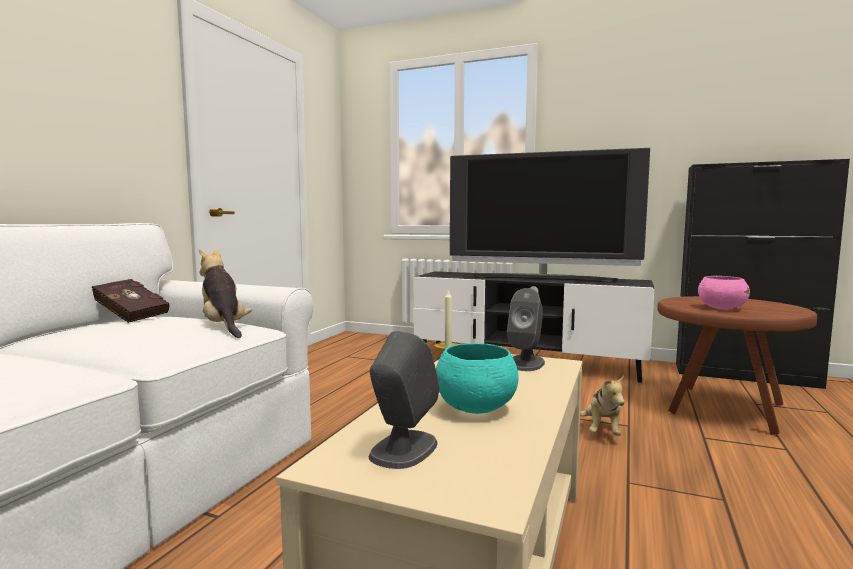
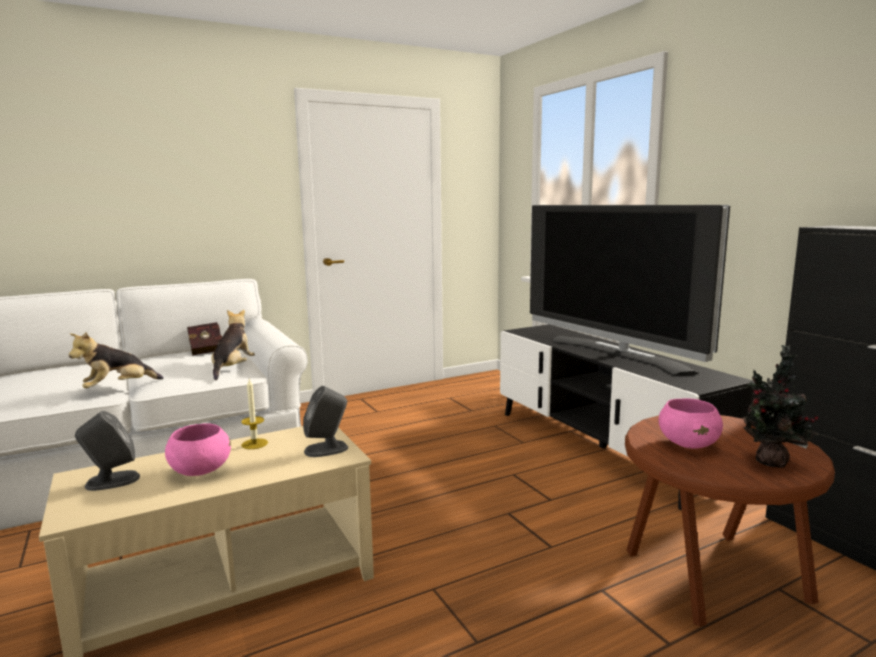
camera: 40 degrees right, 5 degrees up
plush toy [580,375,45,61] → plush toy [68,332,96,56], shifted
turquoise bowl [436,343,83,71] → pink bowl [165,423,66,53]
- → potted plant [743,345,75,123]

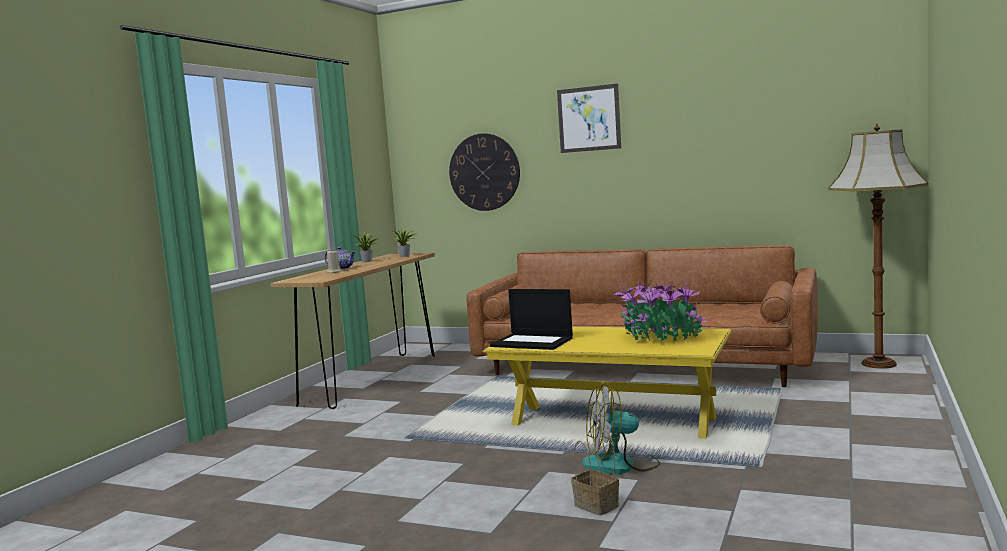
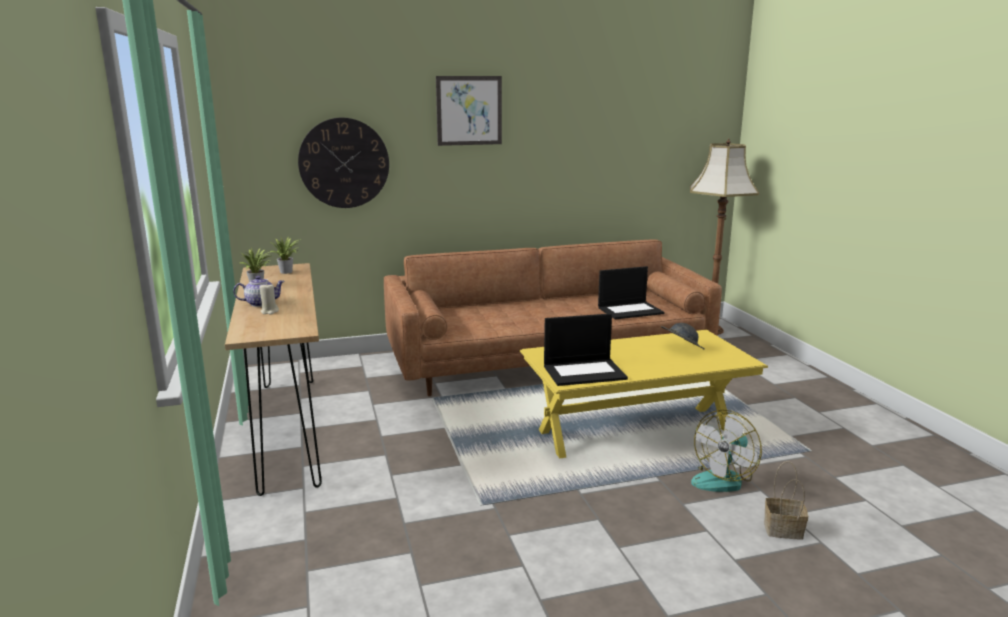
camera: 40 degrees left, 10 degrees up
- → laptop [598,266,67,53]
potted plant [614,279,92,62] → grey hat [661,323,43,26]

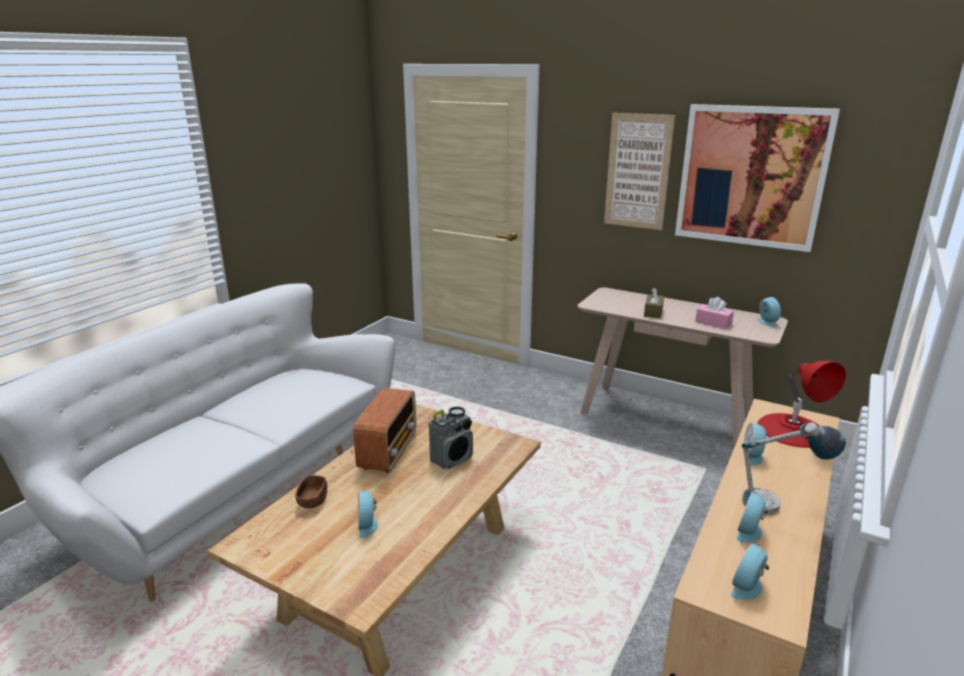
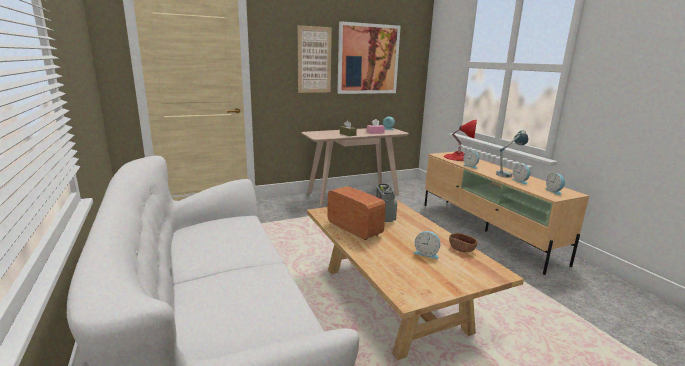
camera: 55 degrees left, 5 degrees down
brown bowl [295,475,32,33] → brown bowl [449,233,28,19], shifted

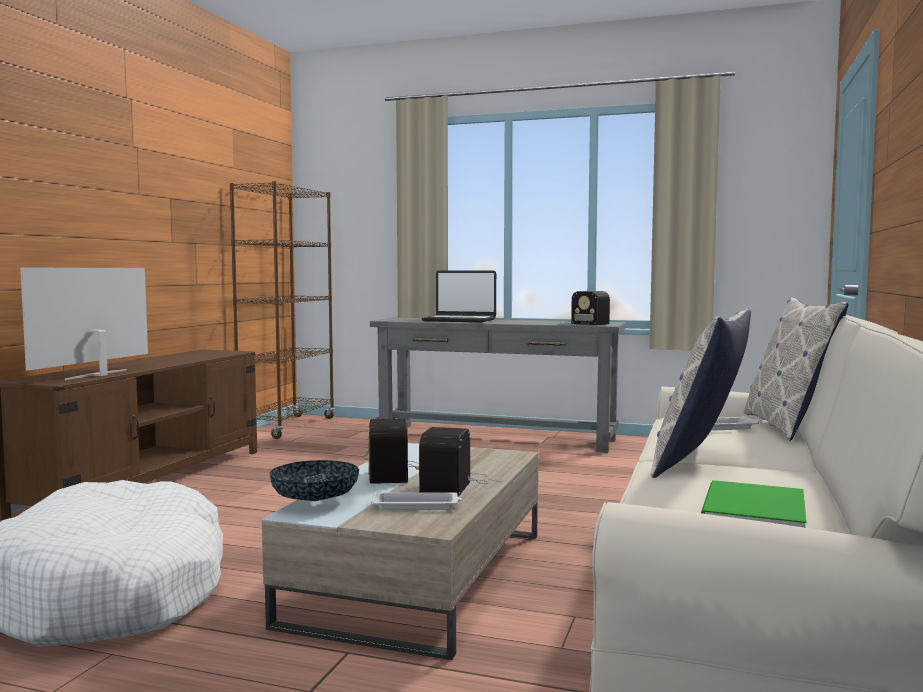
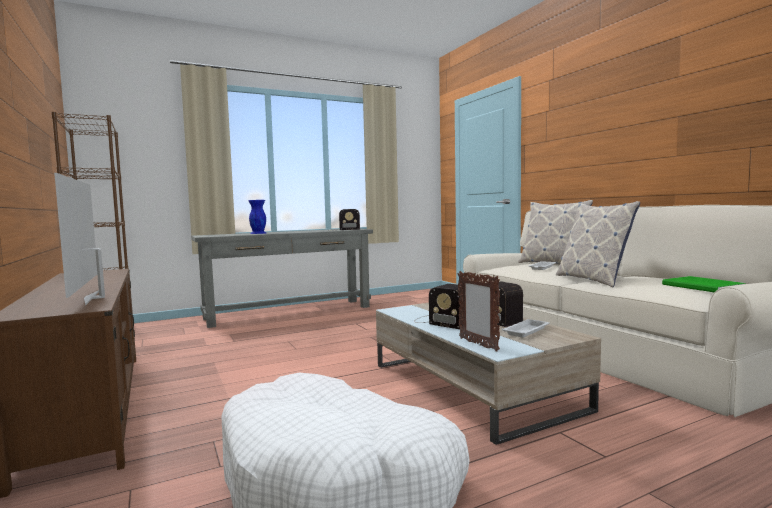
camera: 45 degrees left, 0 degrees up
laptop [422,270,74,53] → blue vase [248,200,18,34]
bowl [270,460,89,41] → picture frame [458,271,42,81]

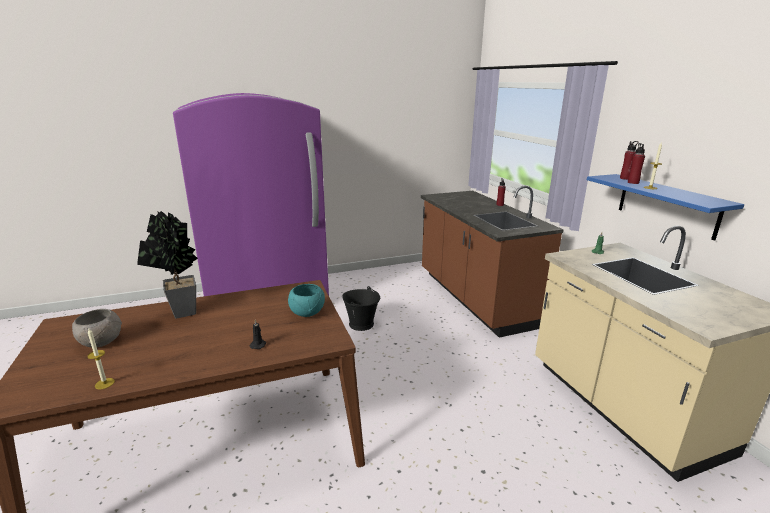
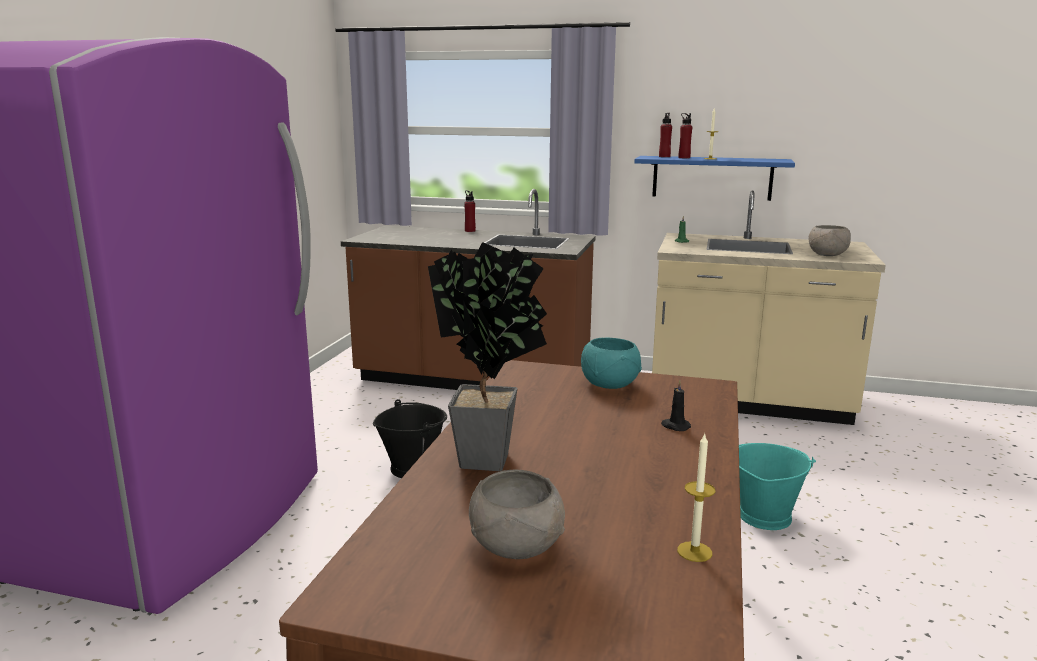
camera: 55 degrees left, 5 degrees down
- → turquoise bucket [739,443,77,87]
- → grey bowl [808,225,43,31]

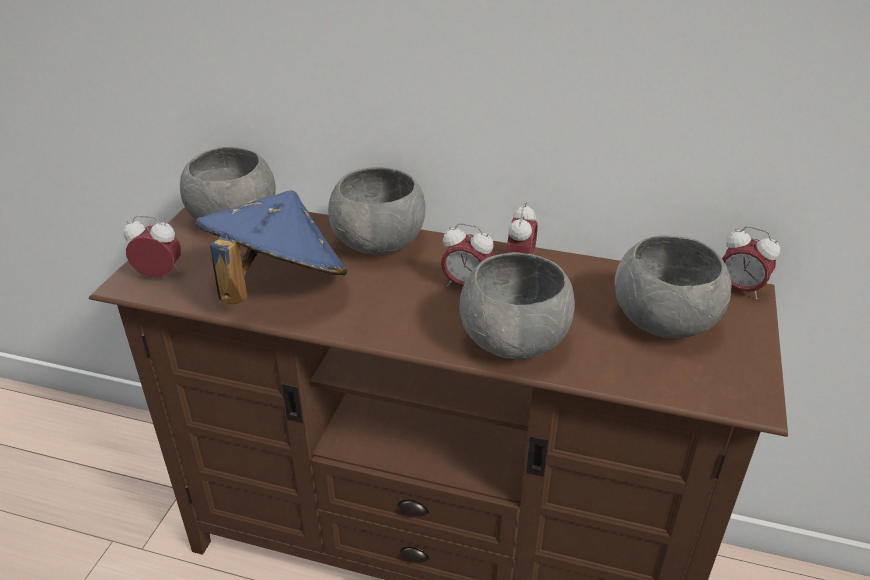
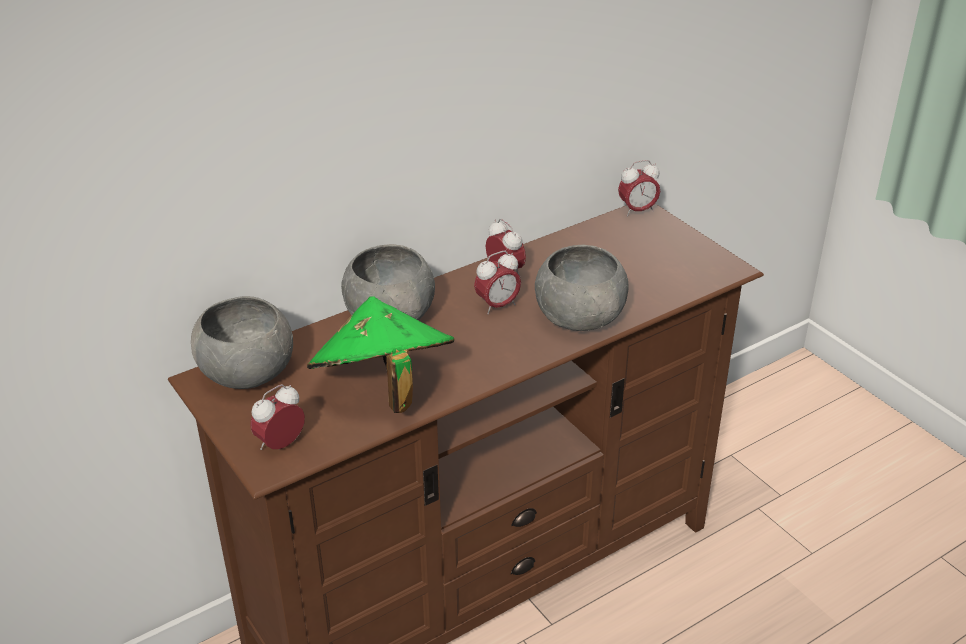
camera: 50 degrees left, 0 degrees up
blue hat [196,190,151,114] → green hat [307,297,147,116]
grey bowl [614,235,118,103] → -

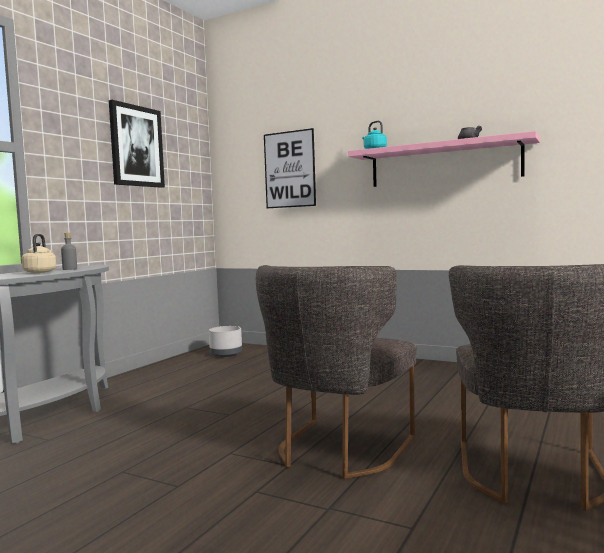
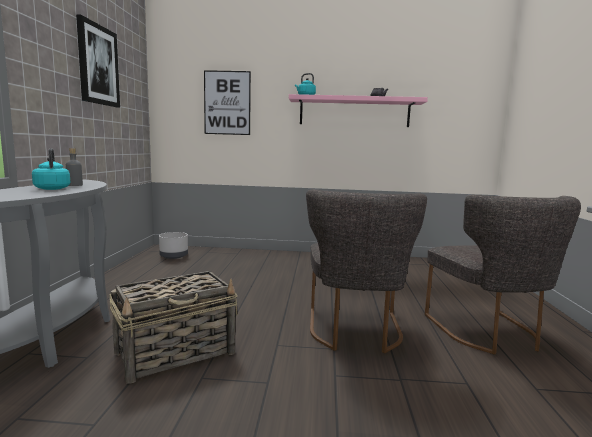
camera: 25 degrees left, 5 degrees up
beige kettle [21,234,35,39] → turquoise kettle [32,148,38,42]
- → basket [109,271,129,113]

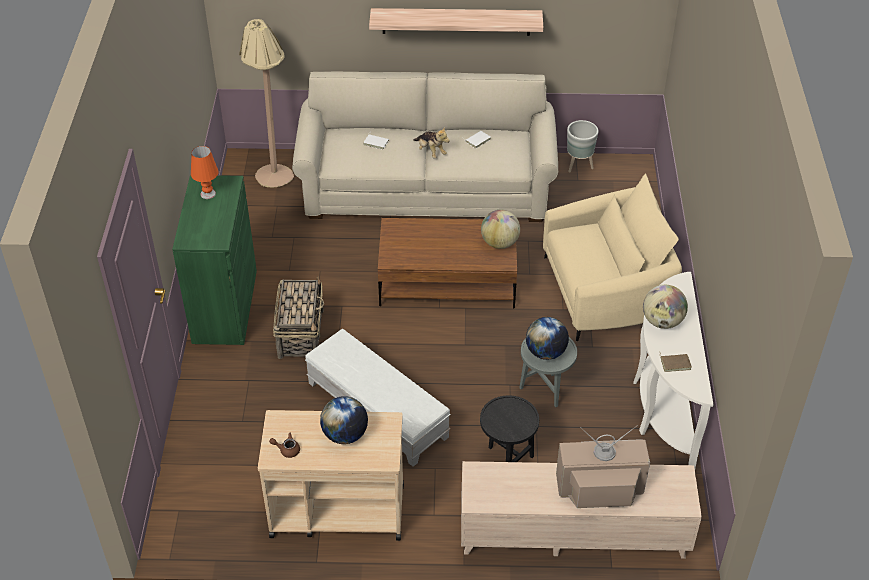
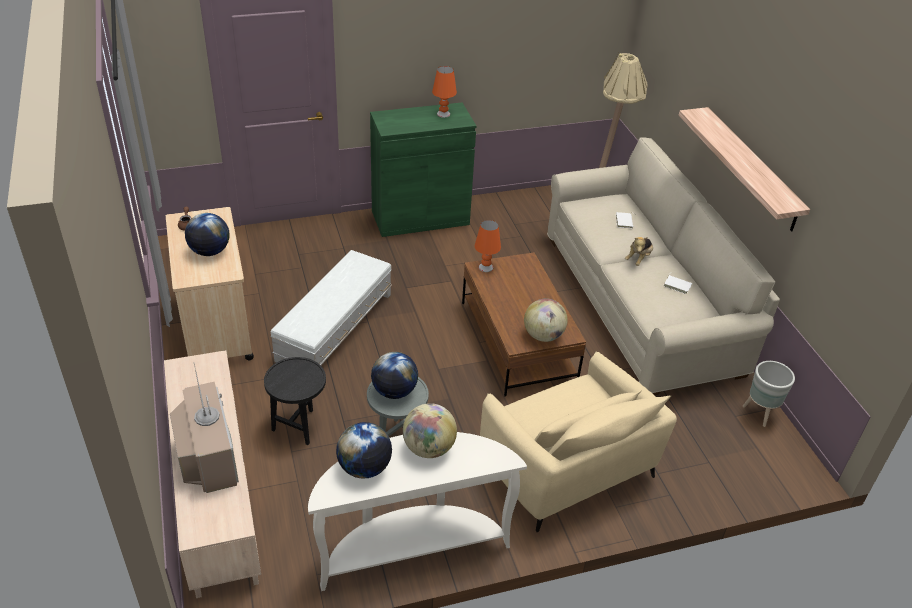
camera: 70 degrees right, 5 degrees down
brown book [660,354,32,18] → globe [336,422,56,57]
- → orange table lamp [475,220,26,52]
basket [273,276,51,83] → -

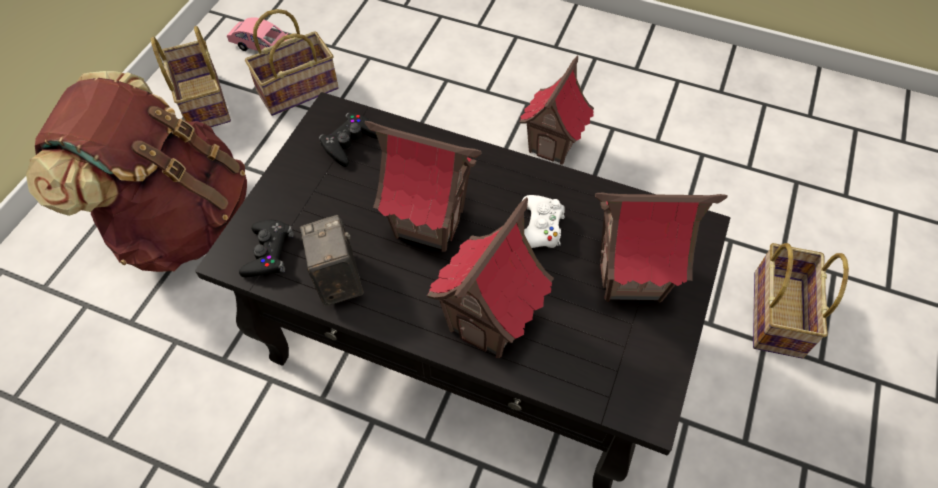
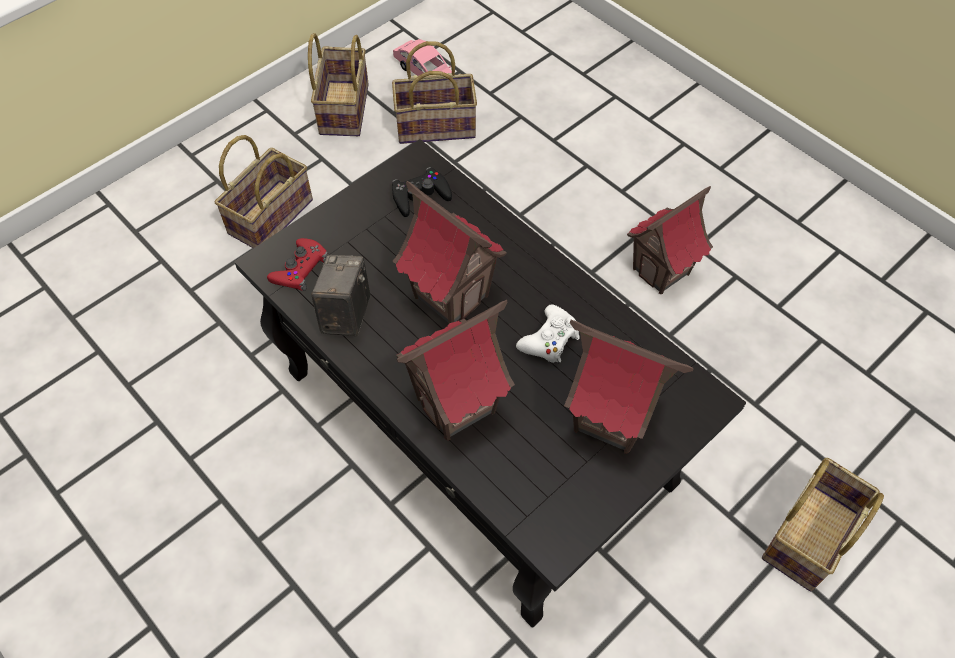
camera: 25 degrees right, 0 degrees up
brown backpack [26,71,221,201] → basket [215,135,98,113]
black game controller [239,220,55,57] → red game controller [267,238,61,53]

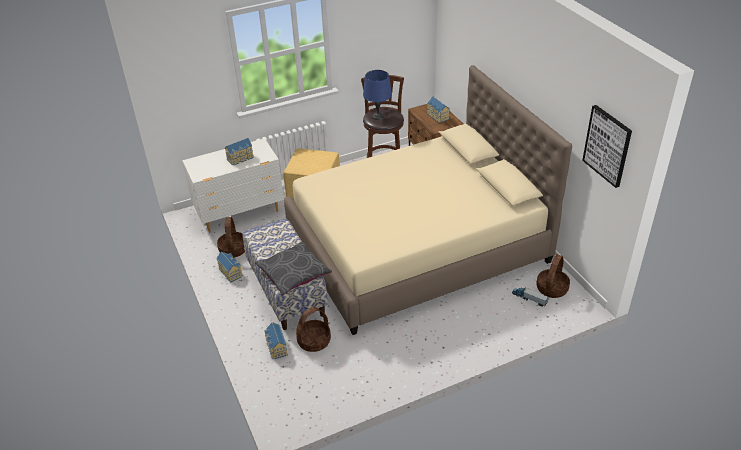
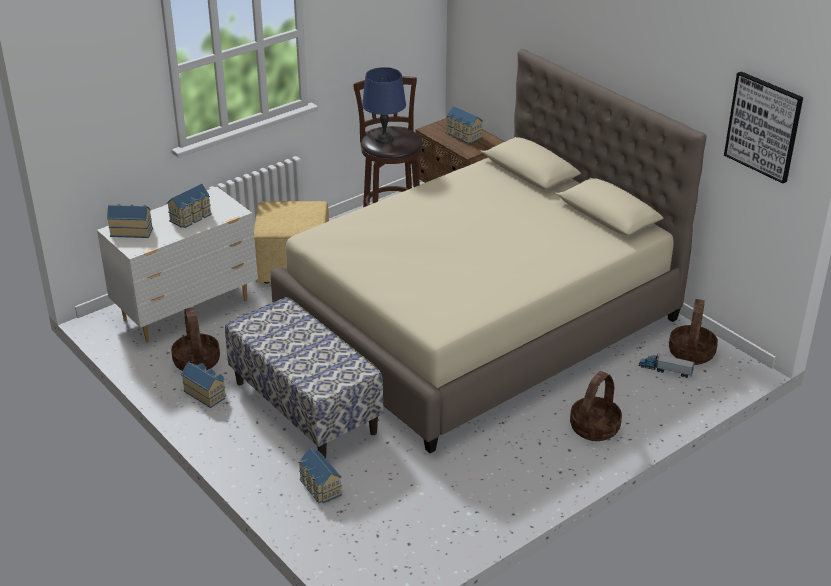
camera: 15 degrees left, 5 degrees down
- → toy house [107,204,46,34]
basket [296,306,35,46] → basket [570,371,52,70], shifted
grey pillow [255,241,77,54] → -

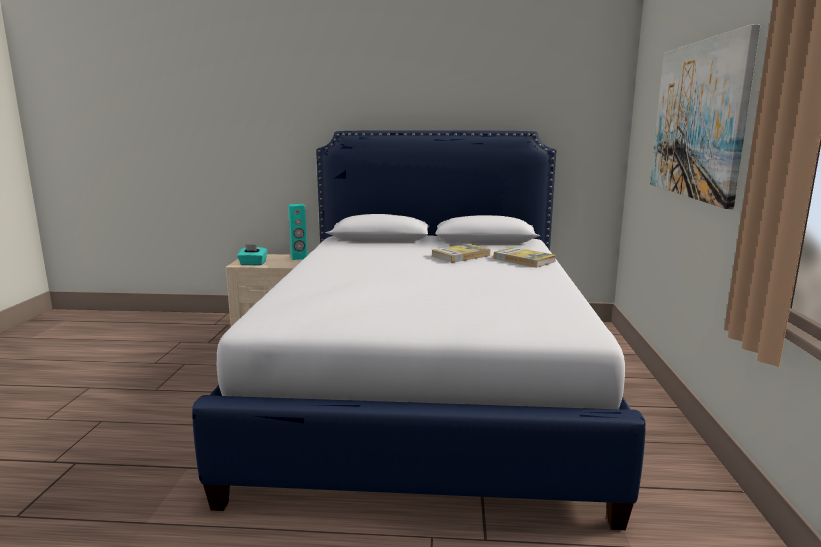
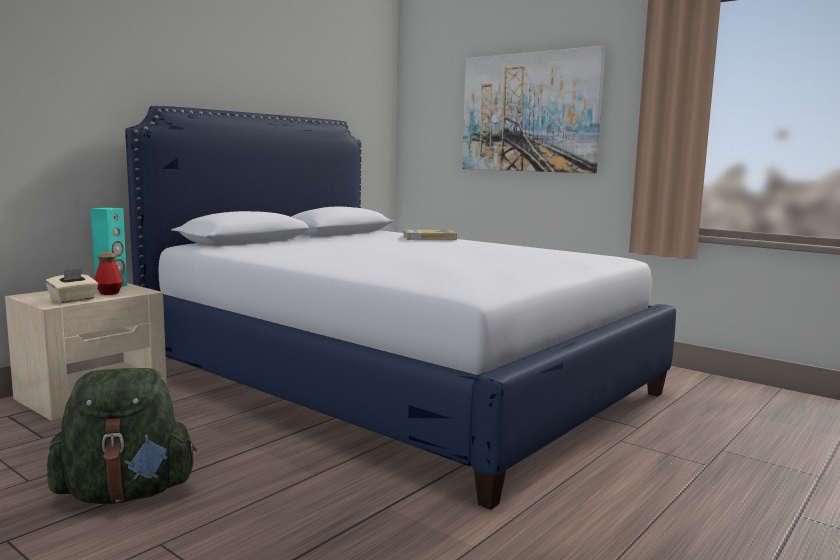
camera: 55 degrees left, 5 degrees down
turquoise tissue box [237,244,31,22] → beige tissue box [45,268,53,36]
- → green backpack [47,368,150,136]
- → bottle [94,252,30,43]
book [432,244,58,19] → -

